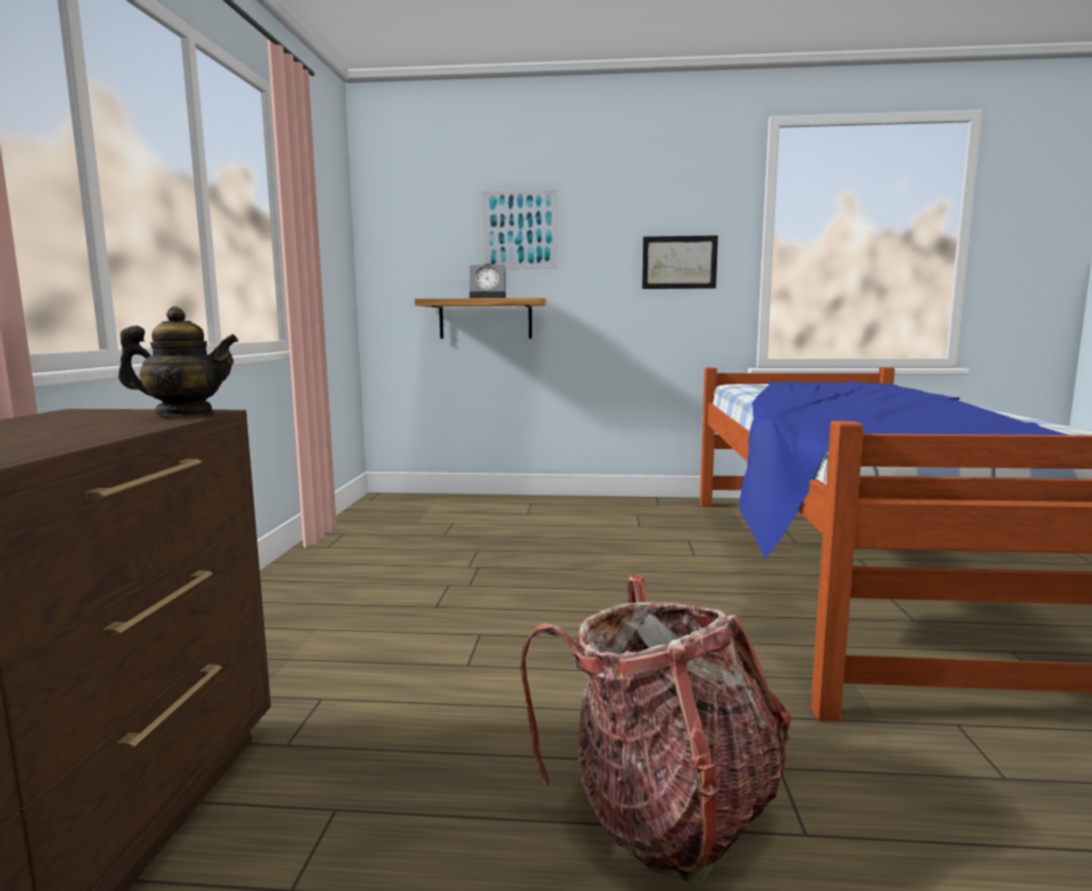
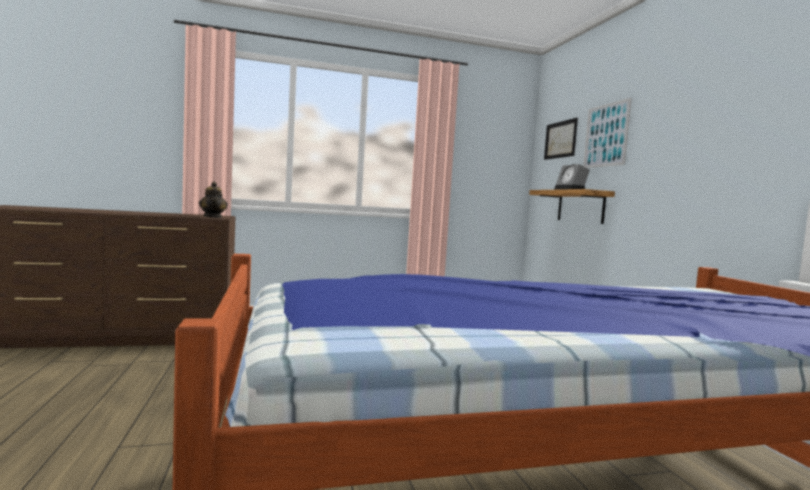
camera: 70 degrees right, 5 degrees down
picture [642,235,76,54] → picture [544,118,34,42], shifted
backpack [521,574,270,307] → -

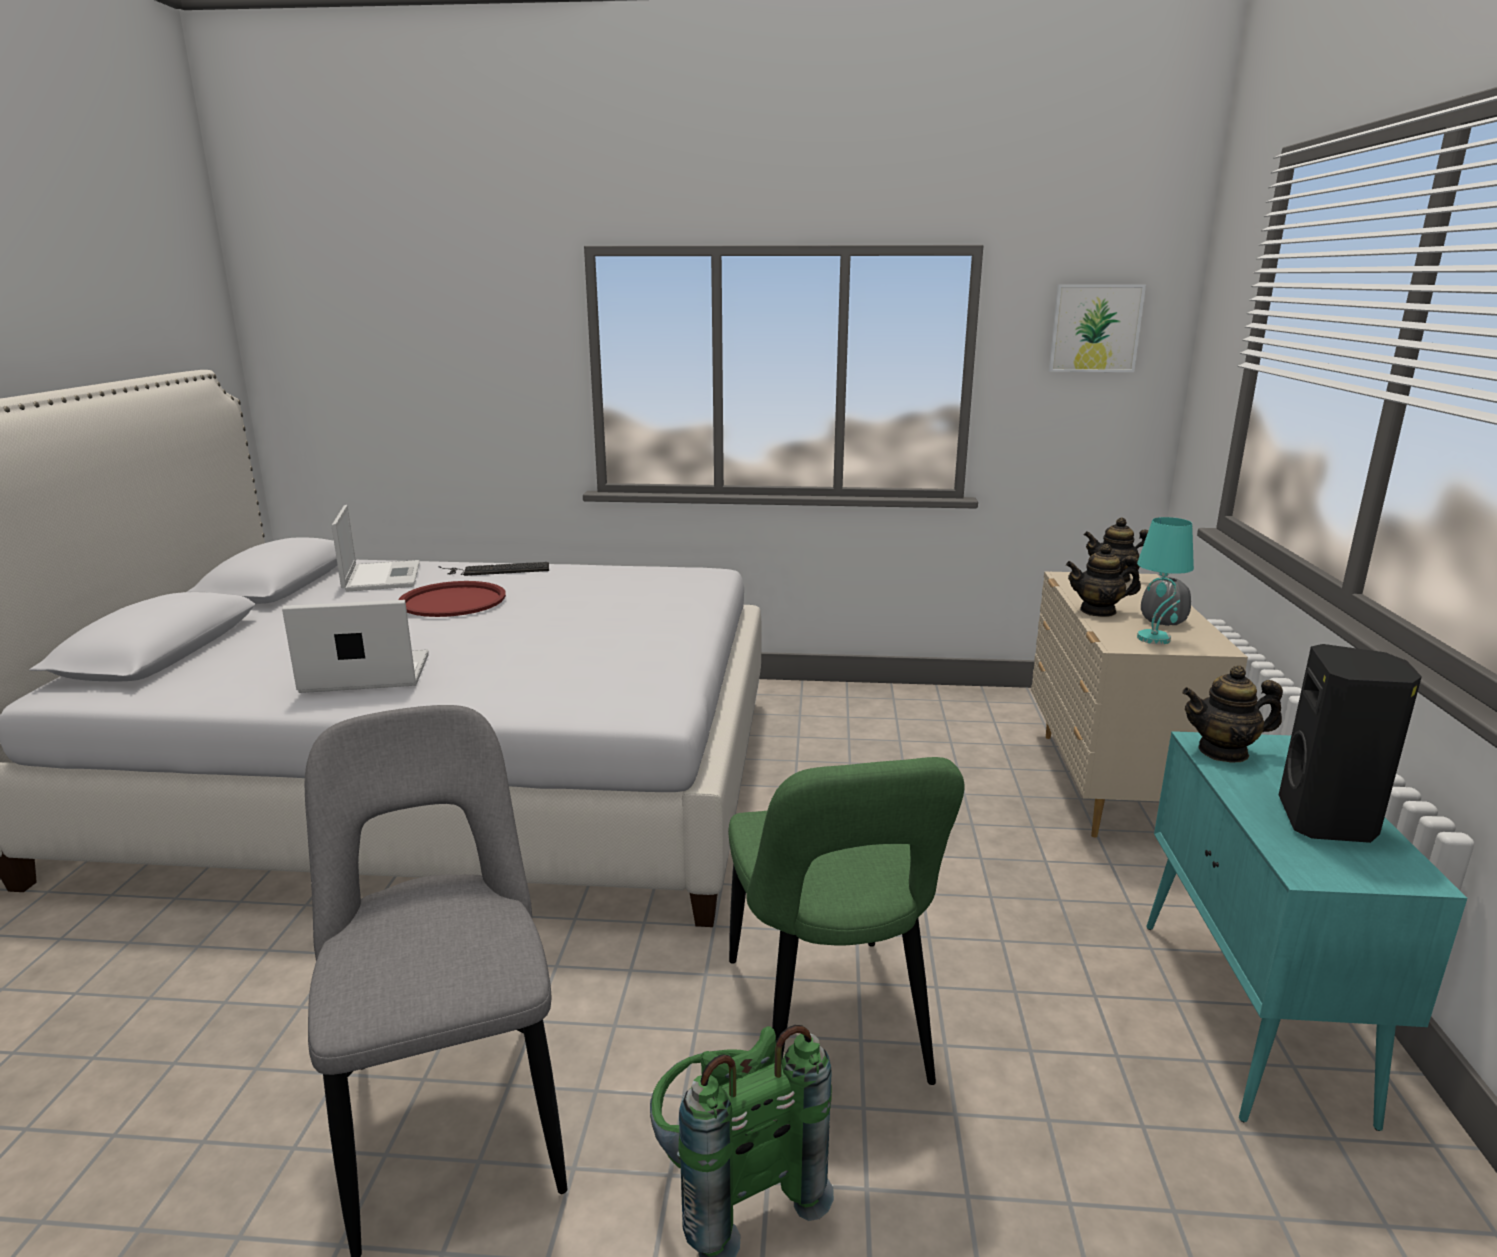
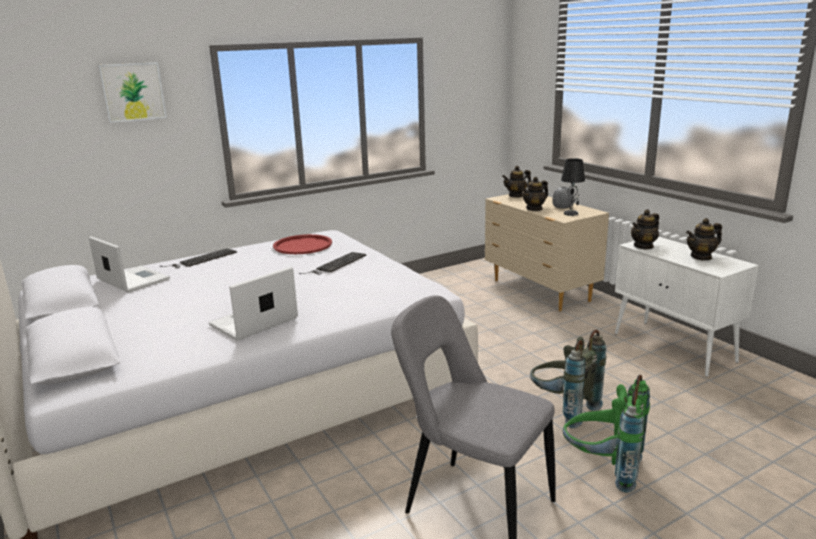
camera: 35 degrees left, 0 degrees up
picture [1049,284,97,88] → picture [98,62,69,61], shifted
red tray [399,581,107,36] → red tray [273,234,59,20], shifted
- → keyboard [299,252,67,23]
green chair [728,757,236,328] → grey backpack [530,330,77,98]
turquoise table lamp [1137,517,57,128] → black table lamp [561,158,24,58]
turquoise cabinet [1146,731,321,400] → white cabinet [615,236,144,141]
black speaker [1279,644,143,199] → teapot [686,218,36,42]

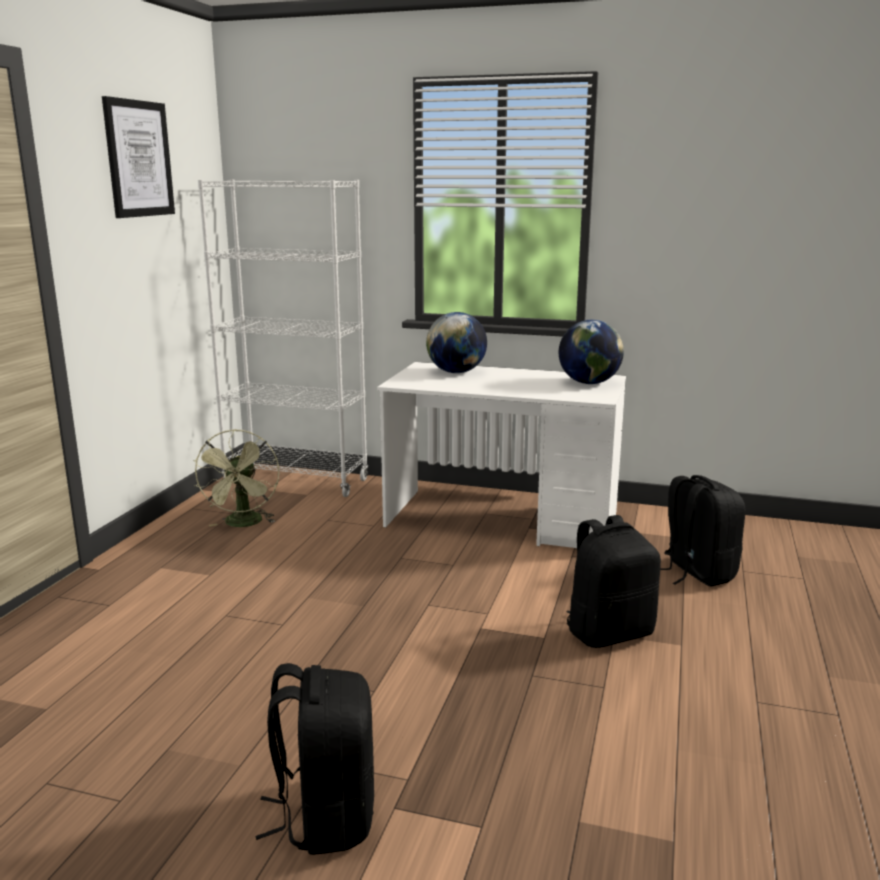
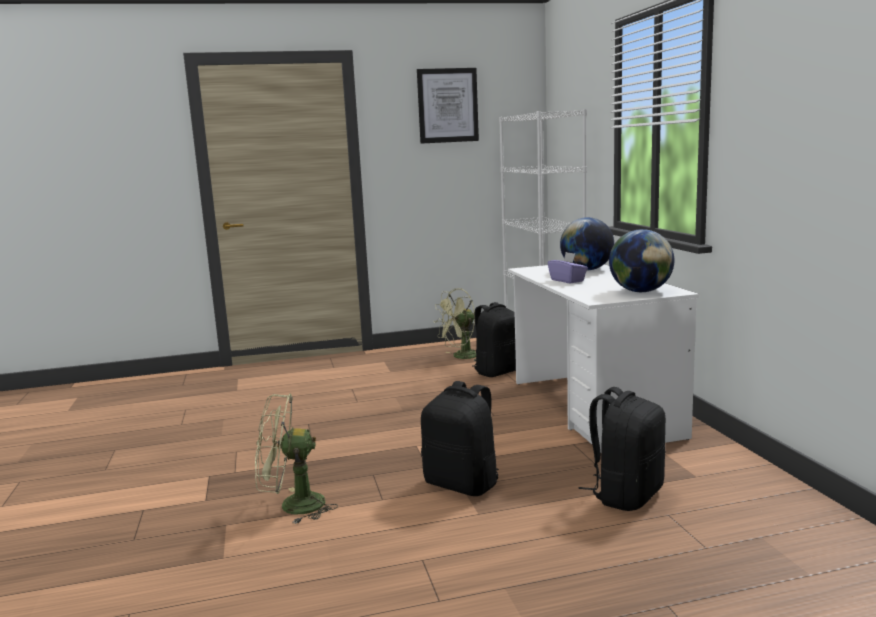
camera: 60 degrees right, 5 degrees down
- → green fan [255,394,83,130]
black backpack [255,663,119,192] → black backpack [473,302,43,75], shifted
- → purple tissue box [548,252,40,31]

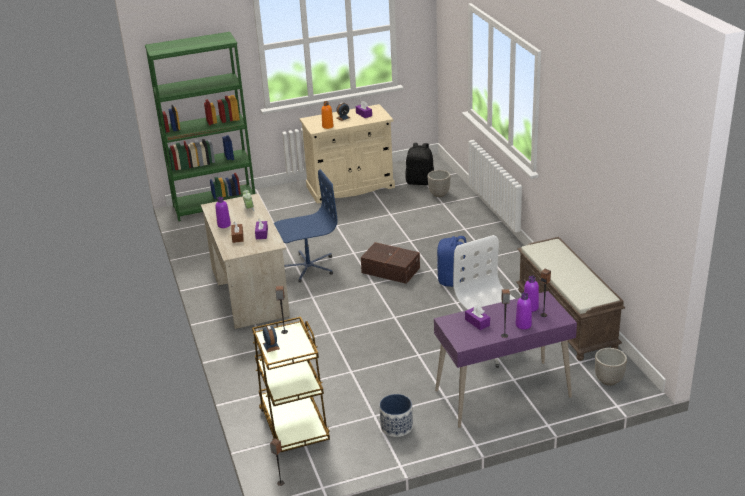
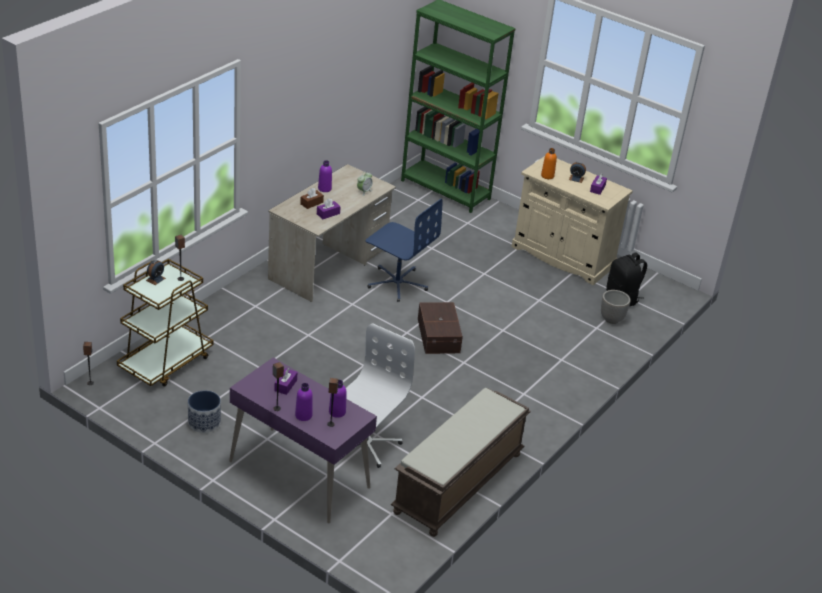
camera: 50 degrees right, 5 degrees up
blue backpack [437,236,29,51] → -
planter [595,348,32,38] → -

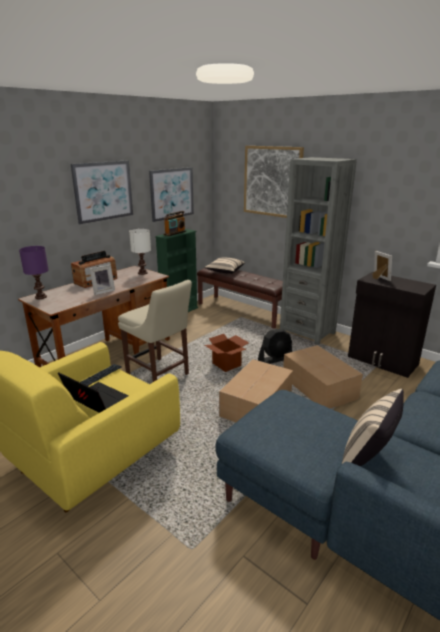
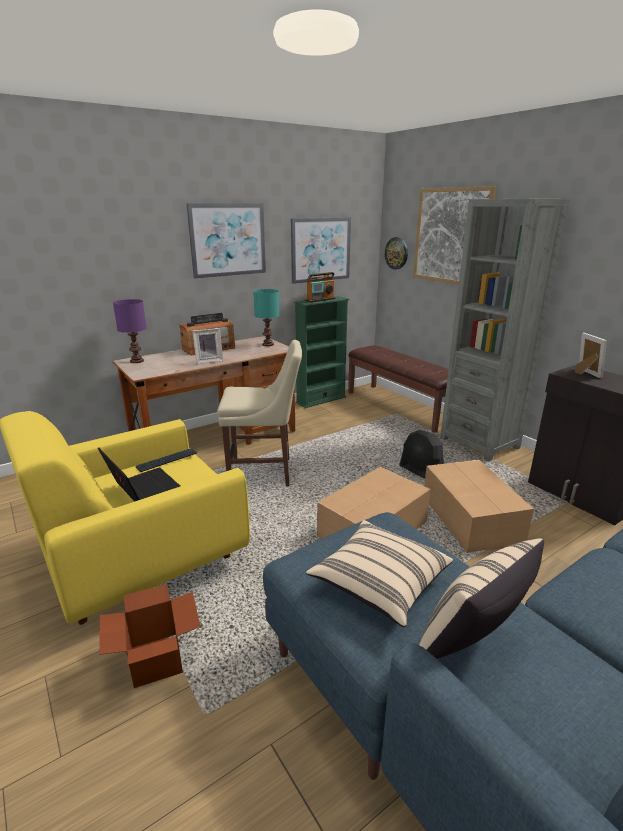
camera: 15 degrees right, 0 degrees up
cardboard box [205,334,44,38] → cardboard box [99,584,101,104], shifted
beige chair [118,280,74,102] → beige chair [217,340,85,146], 60 degrees counterclockwise
white table lamp [129,229,22,46] → turquoise table lamp [253,289,26,57]
beige pillow [204,258,41,16] → beige pillow [306,520,147,107], shifted
- → wall clock [385,237,23,33]
black fan [258,329,34,35] → black fan [399,430,45,48], 60 degrees clockwise

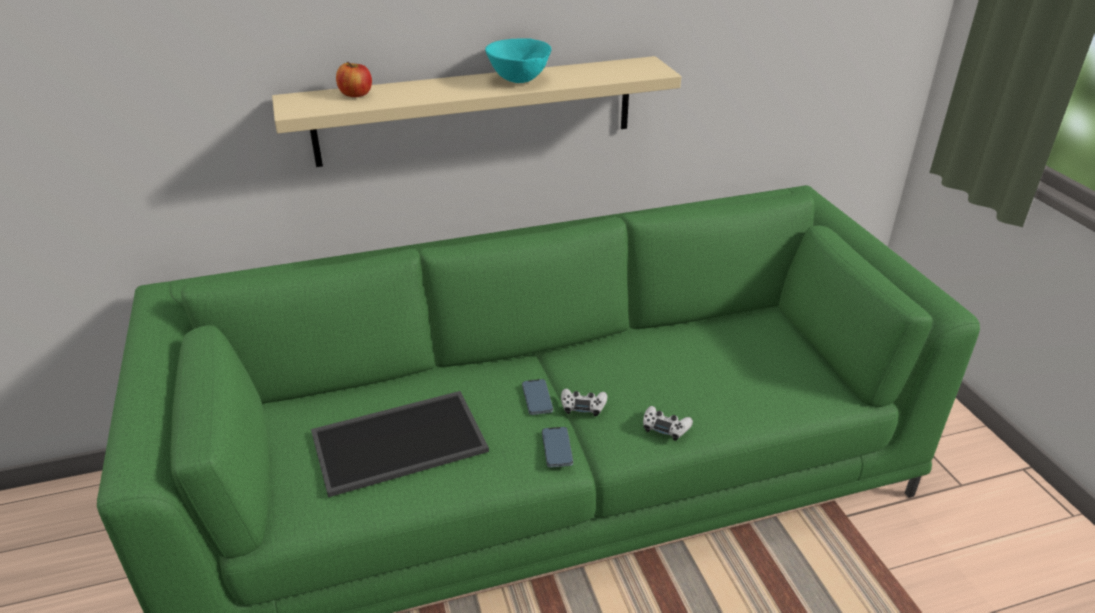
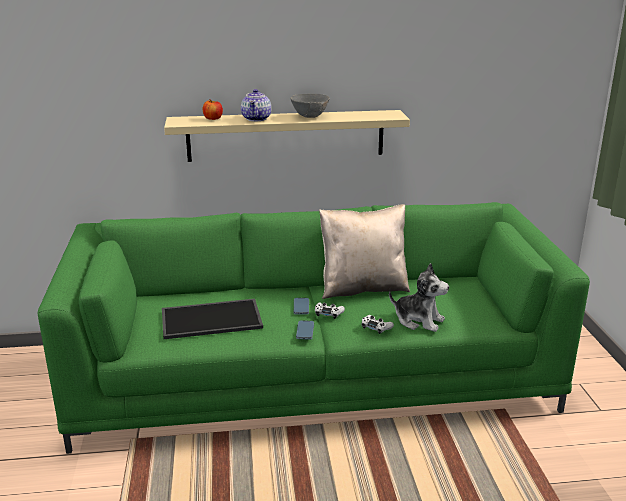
camera: 10 degrees right, 10 degrees down
- → teapot [241,89,30,32]
turquoise bowl [485,38,66,45] → grey bowl [290,94,40,24]
- → beige pillow [319,204,91,95]
- → plush toy [389,263,60,69]

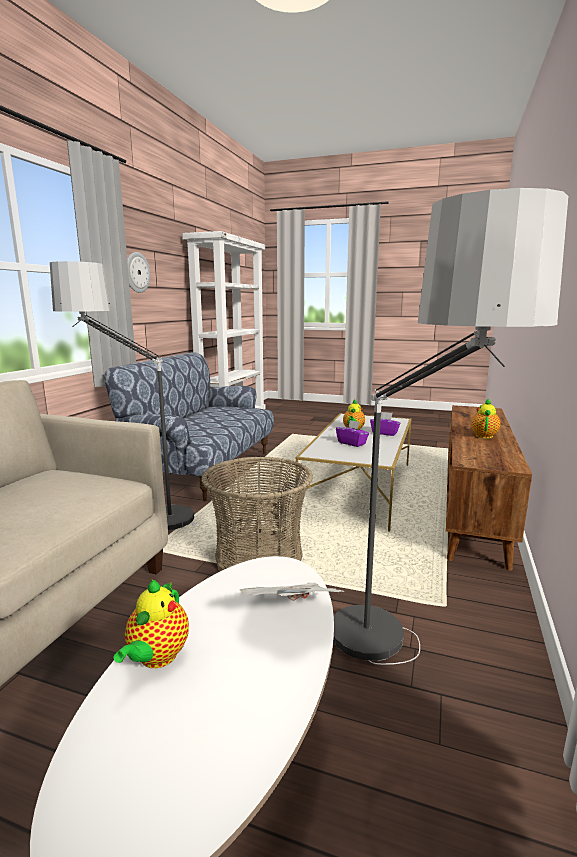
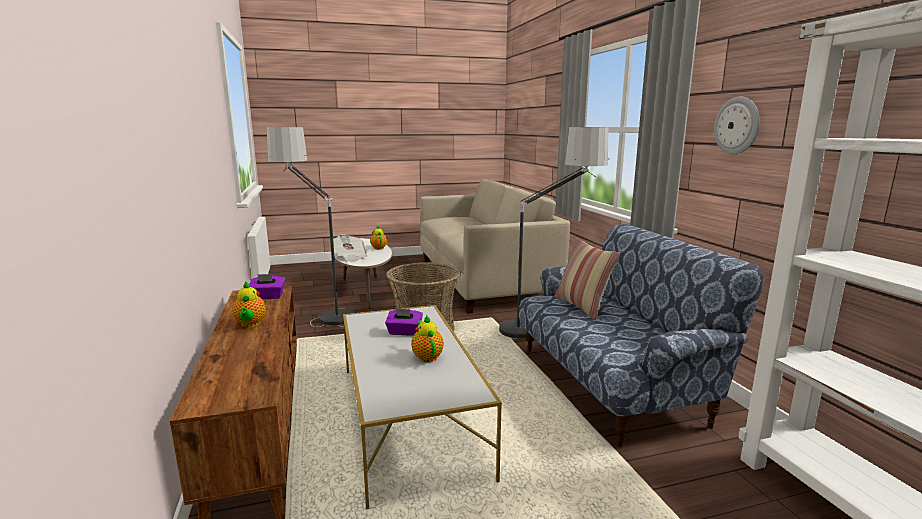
camera: 145 degrees right, 0 degrees up
purple tissue box [370,412,31,24] → purple tissue box [249,274,36,26], shifted
- → pillow [555,238,65,82]

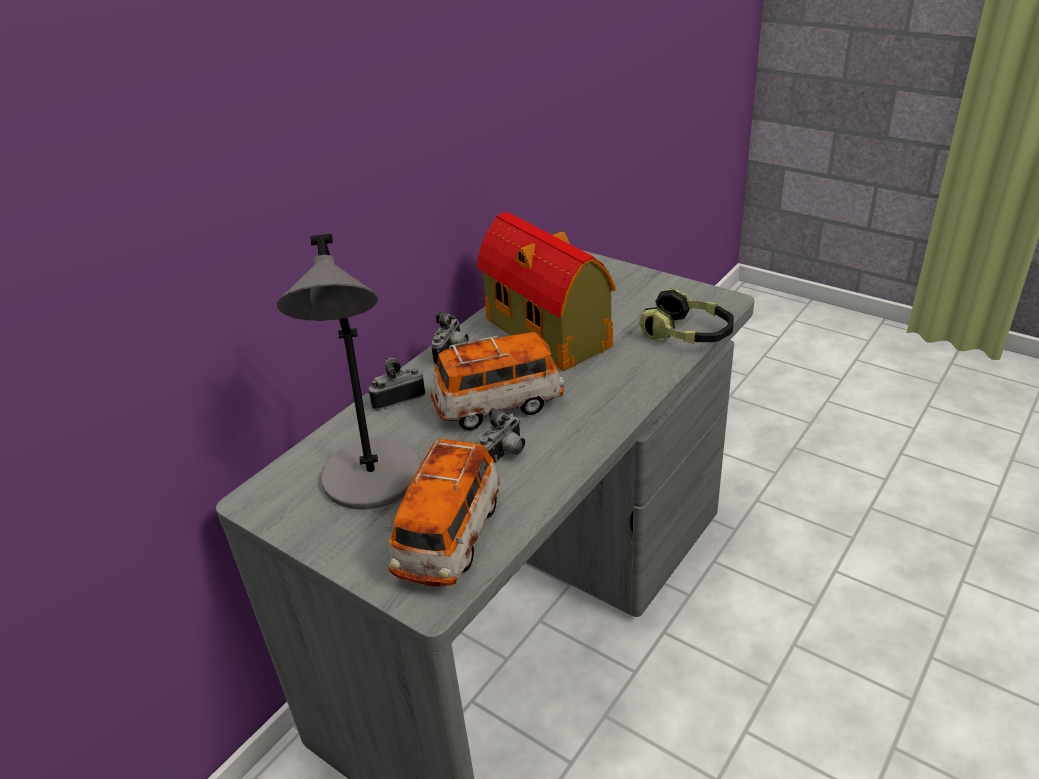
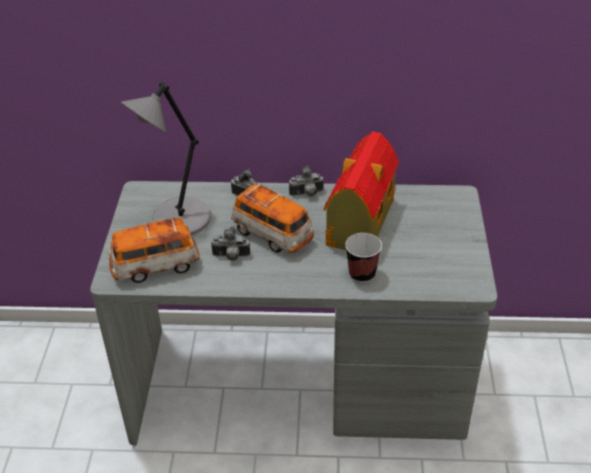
camera: 55 degrees right, 5 degrees up
- → cup [345,233,37,50]
headphones [639,288,95,56] → -

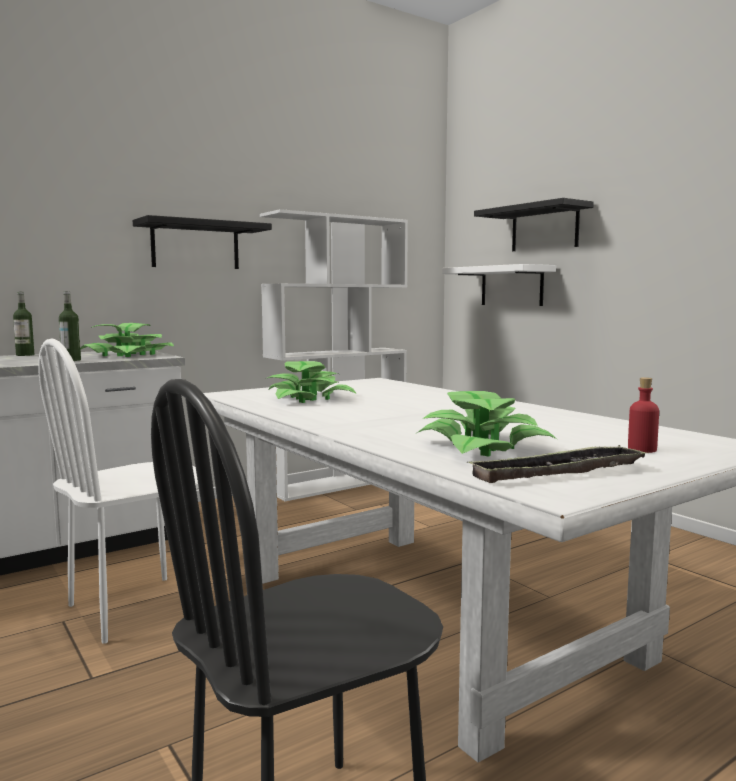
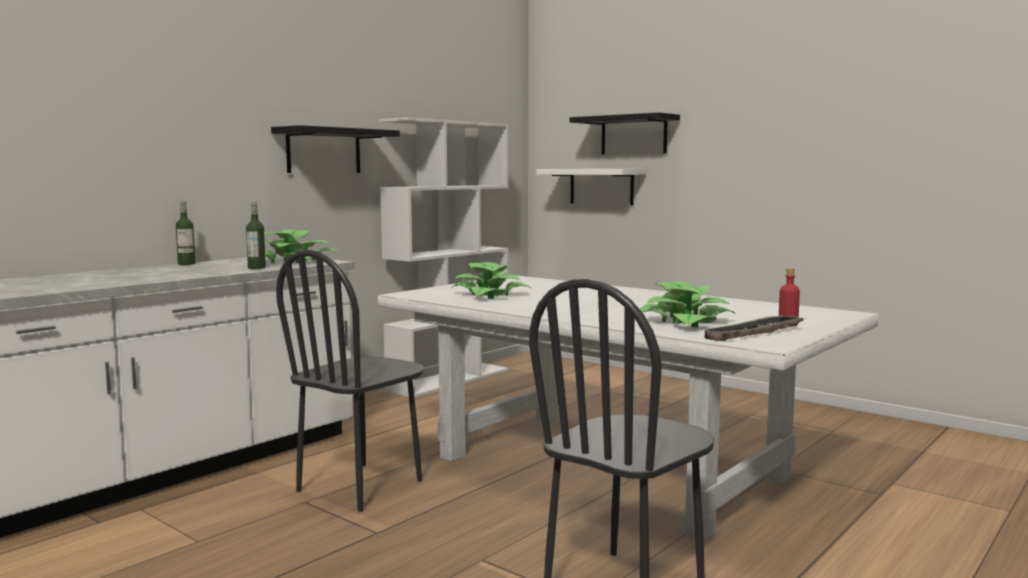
camera: 15 degrees left, 0 degrees up
white chair [38,338,161,306] → black chair [276,250,148,262]

